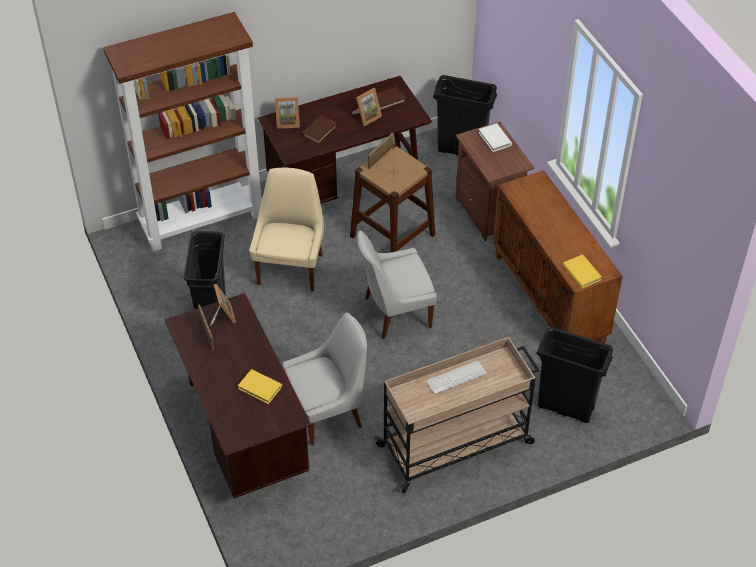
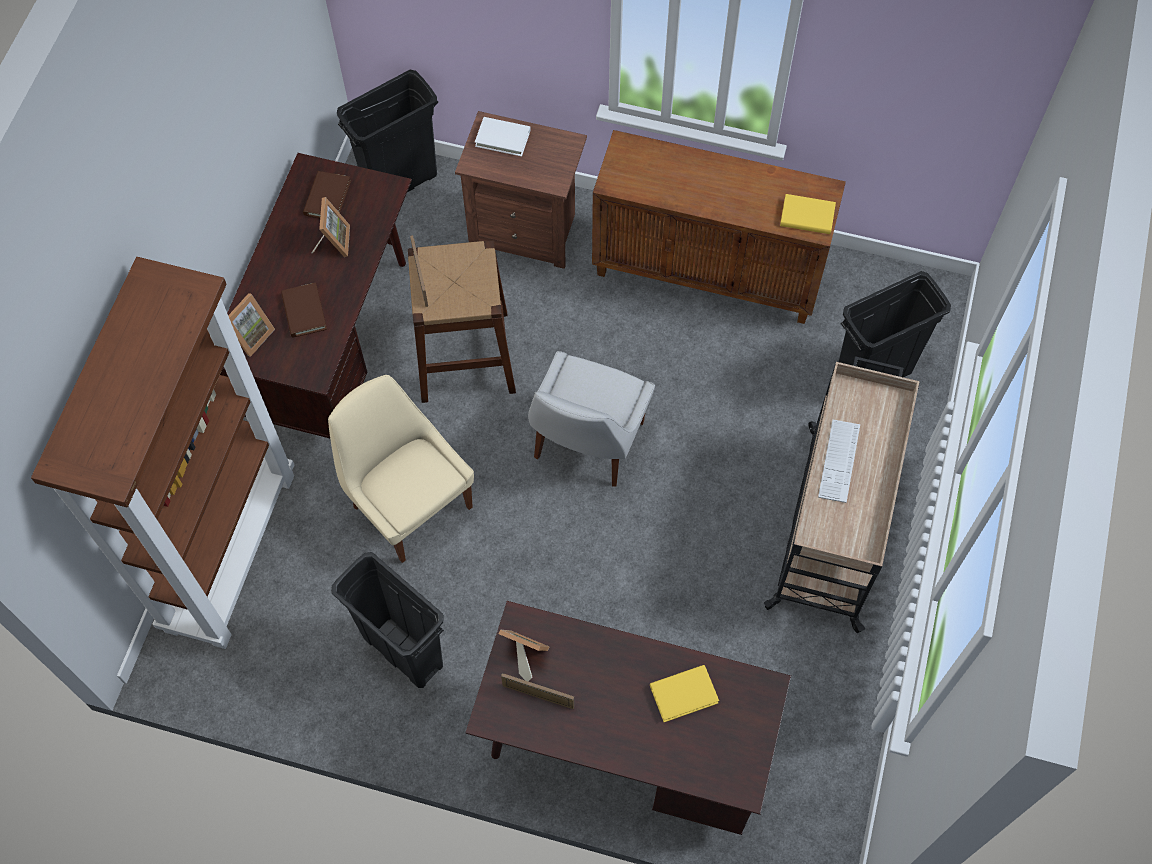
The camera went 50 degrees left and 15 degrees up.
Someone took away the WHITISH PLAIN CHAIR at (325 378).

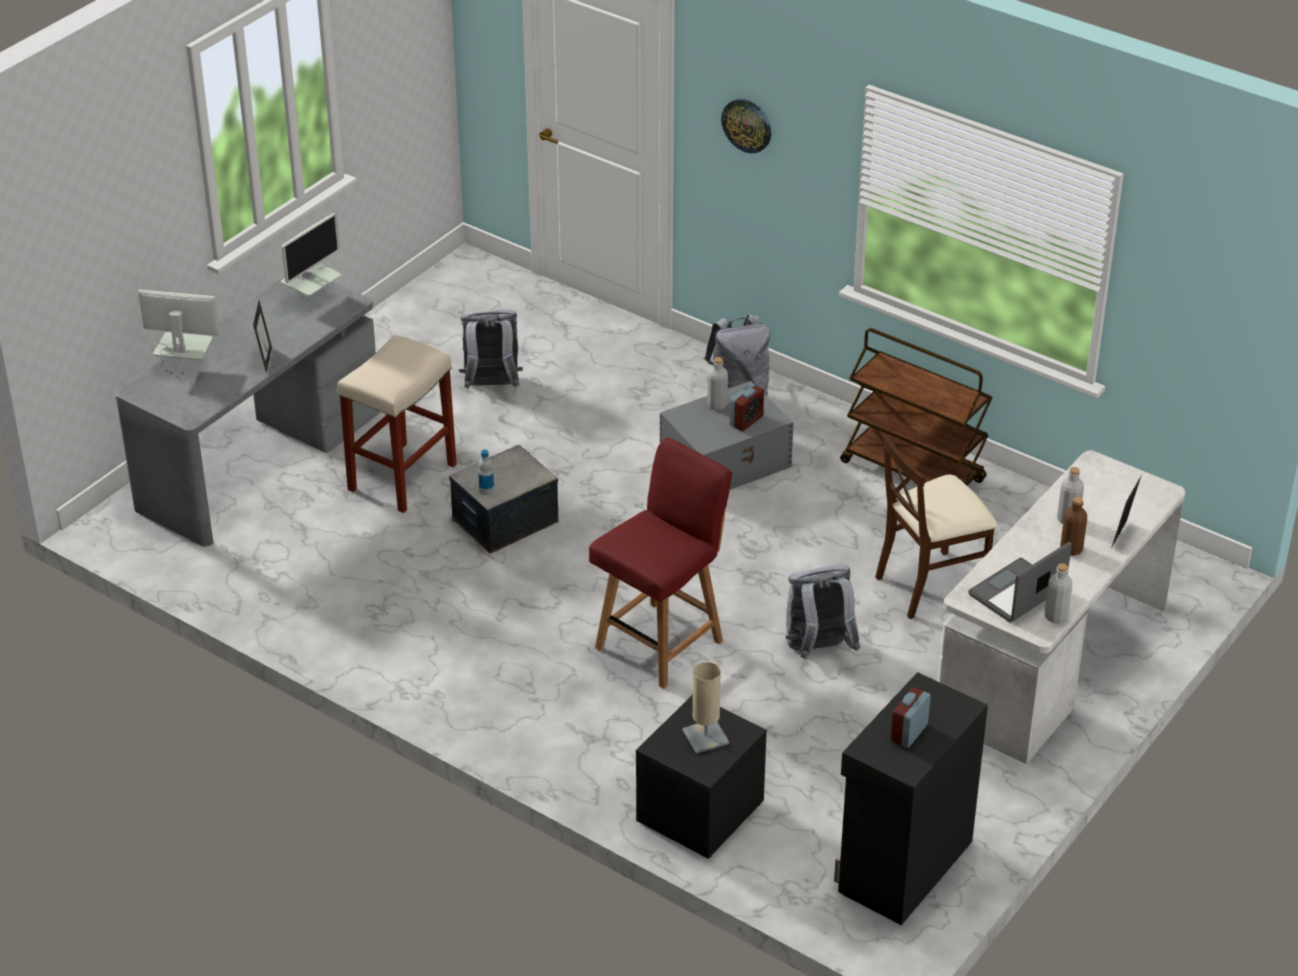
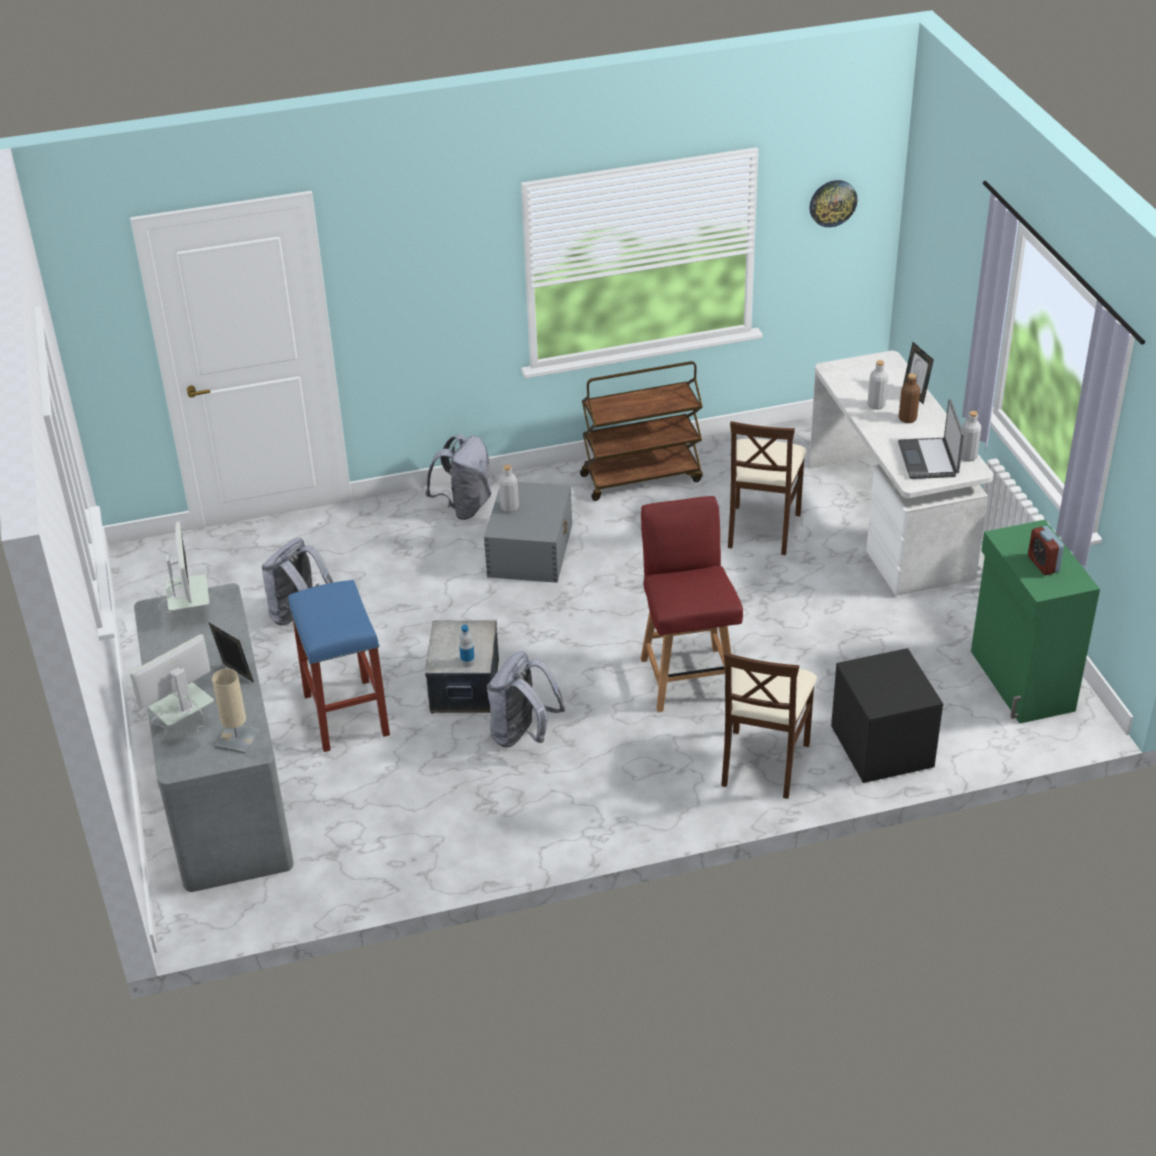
The camera went 50 degrees left and 0 degrees up.
Someone took away the ALARM CLOCK at (747 407).
Someone put down the BEIGE-COLOURED PLAIN CHAIR at (769 725).
Someone carried the BEIGE-COLOURED TABLETOP LAMP from (705 708) to (235 711).
Someone carried the WALL CLOCK from (746 126) to (834 203).
Someone carried the GREYISH KNAPSACK from (823 612) to (526 699).
Someone repainted the BEIGE-COLOURED STOOL SEAT at (397 424), which became the BLUISH STOOL SEAT at (339 666).
Someone repainted the BLACK-COLOURED CUPBOARD at (911 798), which became the GREEN-COLOURED CUPBOARD at (1035 621).

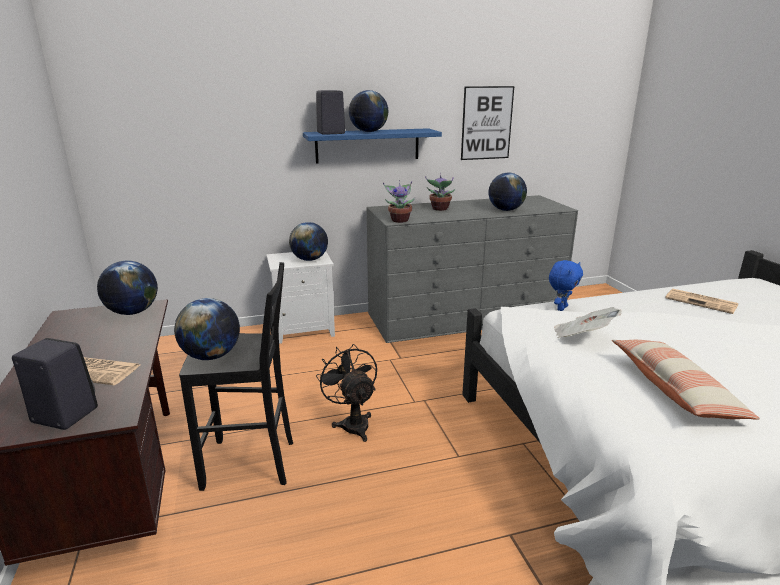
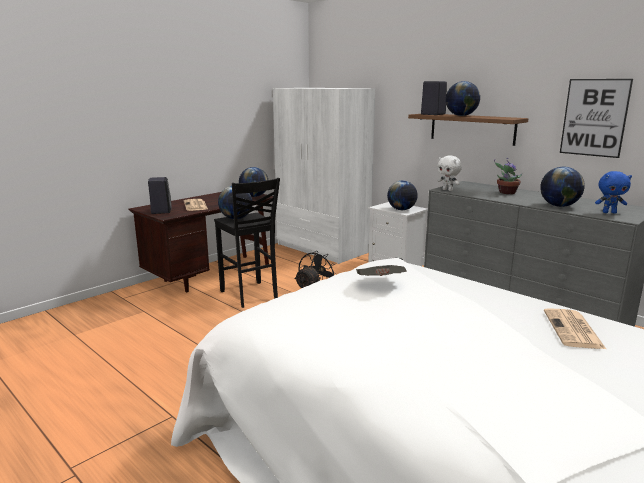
The camera went 60 degrees right and 5 degrees down.
Someone took away the CUSHION at (686 380).
Someone put down the WHITISH CLOTHES CUPBOARD at (324 176).
Someone carried the BLUISH CUDDLY TOY from (566 285) to (613 192).
Someone swapped the POTTED PLANT at (399 201) for the WHITISH CUDDLY TOY at (450 173).
Someone repainted the BLUISH BRACKET SHELF at (372 146), which became the BROWN BRACKET SHELF at (468 130).

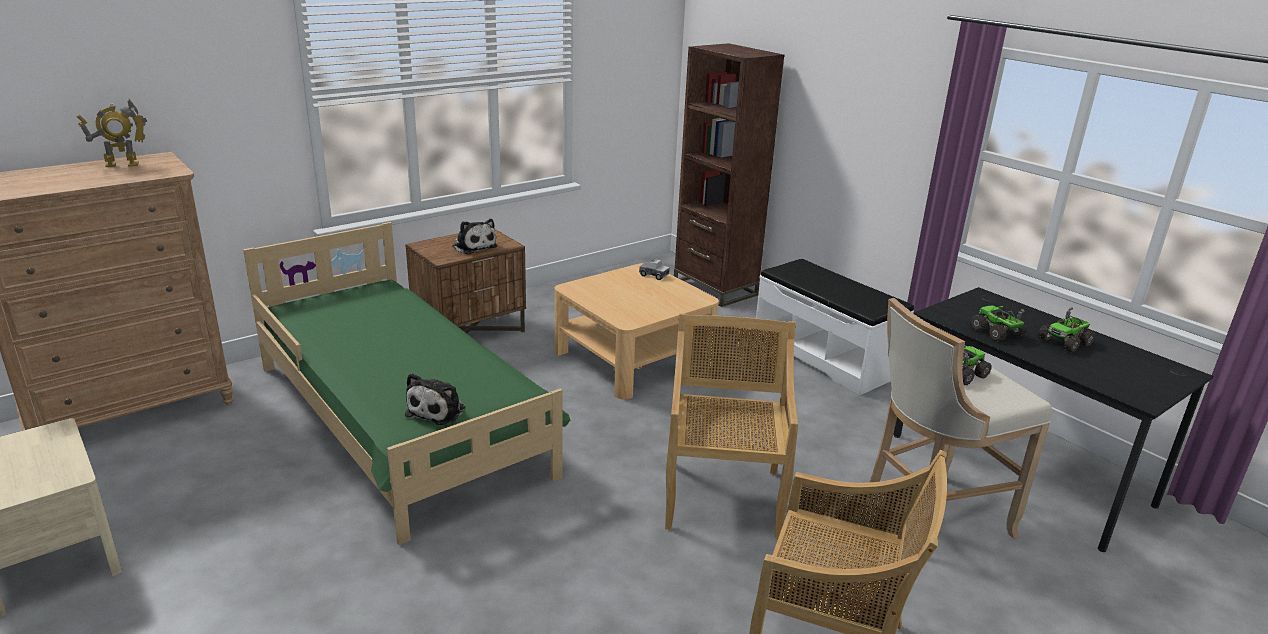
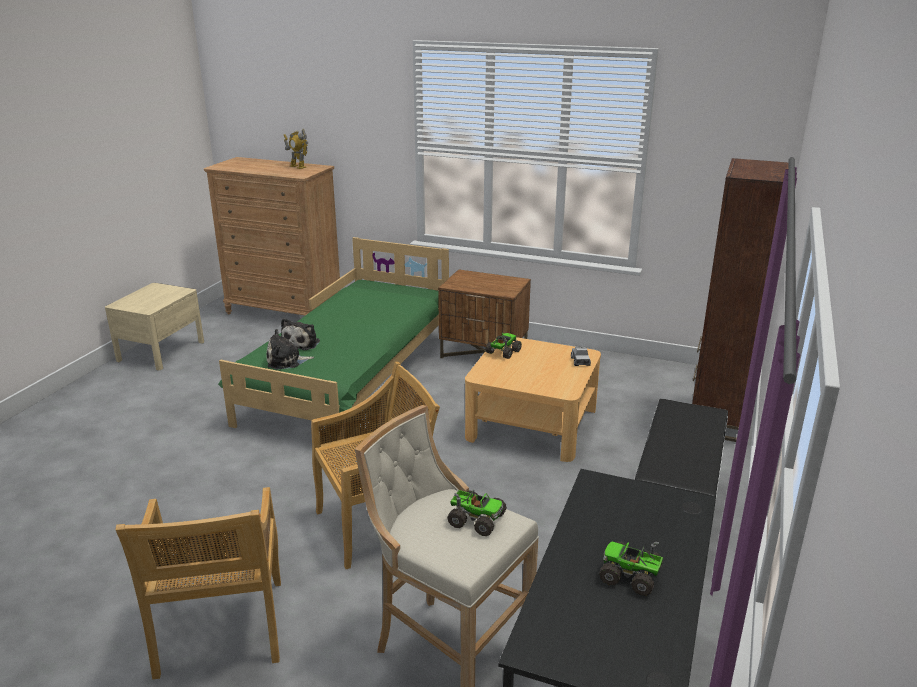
The camera went 60 degrees right and 0 degrees up.
Someone carried the CUDDLY TOY from (475 237) to (300 334).
Someone carried the TOY TRUCK from (999 323) to (503 346).

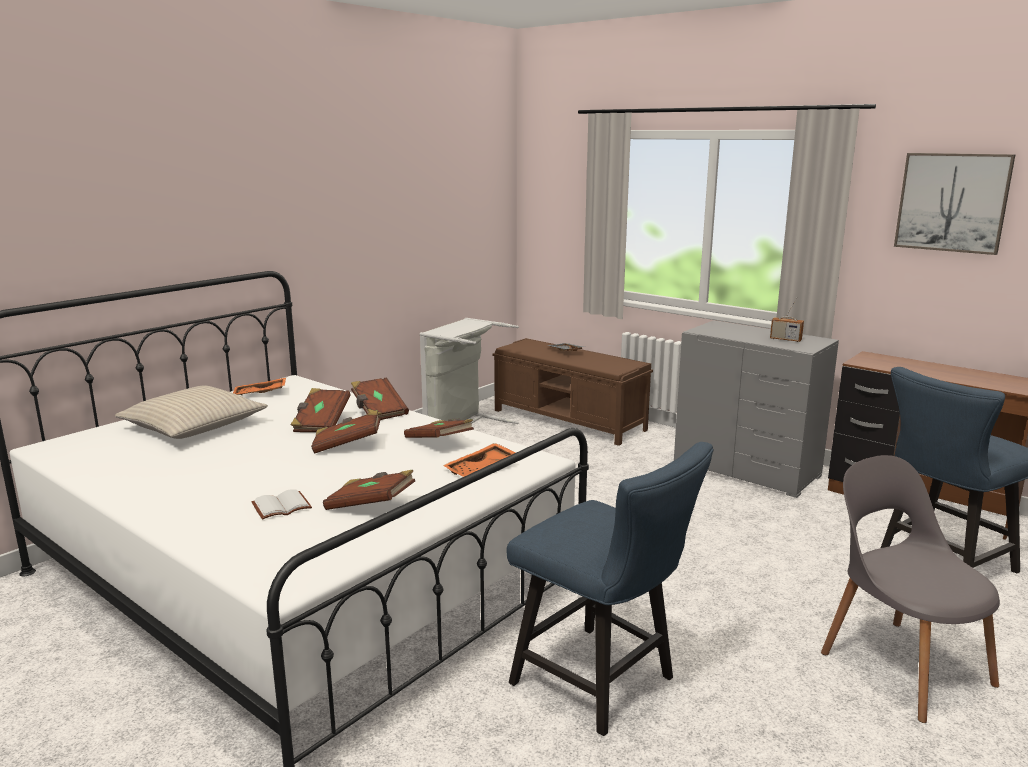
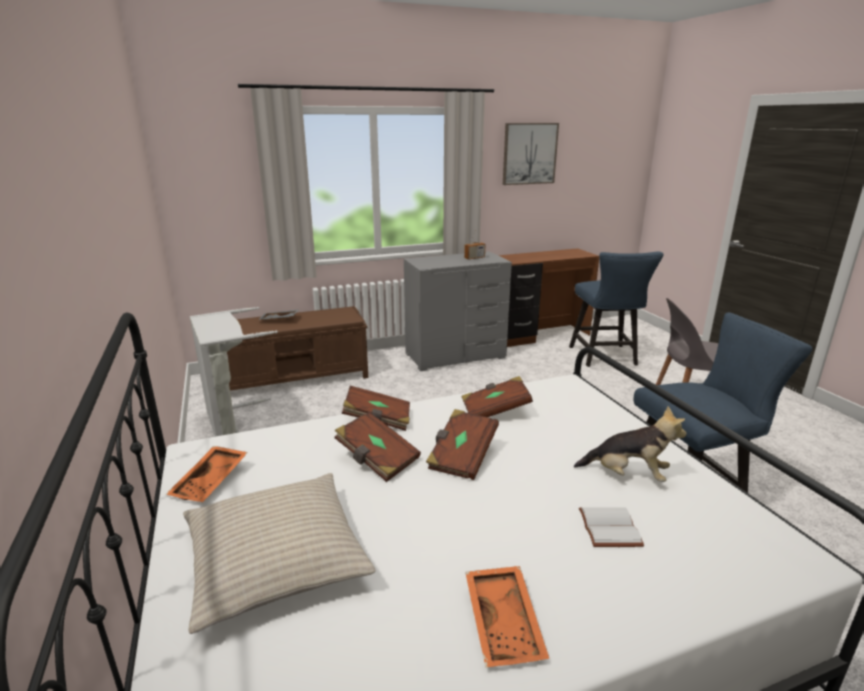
The camera went 60 degrees left and 5 degrees up.
Someone carried the ORANGE-COLOURED SERVING TRAY from (479 460) to (507 617).
Someone swapped the BROWN BOOK at (369 490) for the CUDDLY TOY at (630 444).

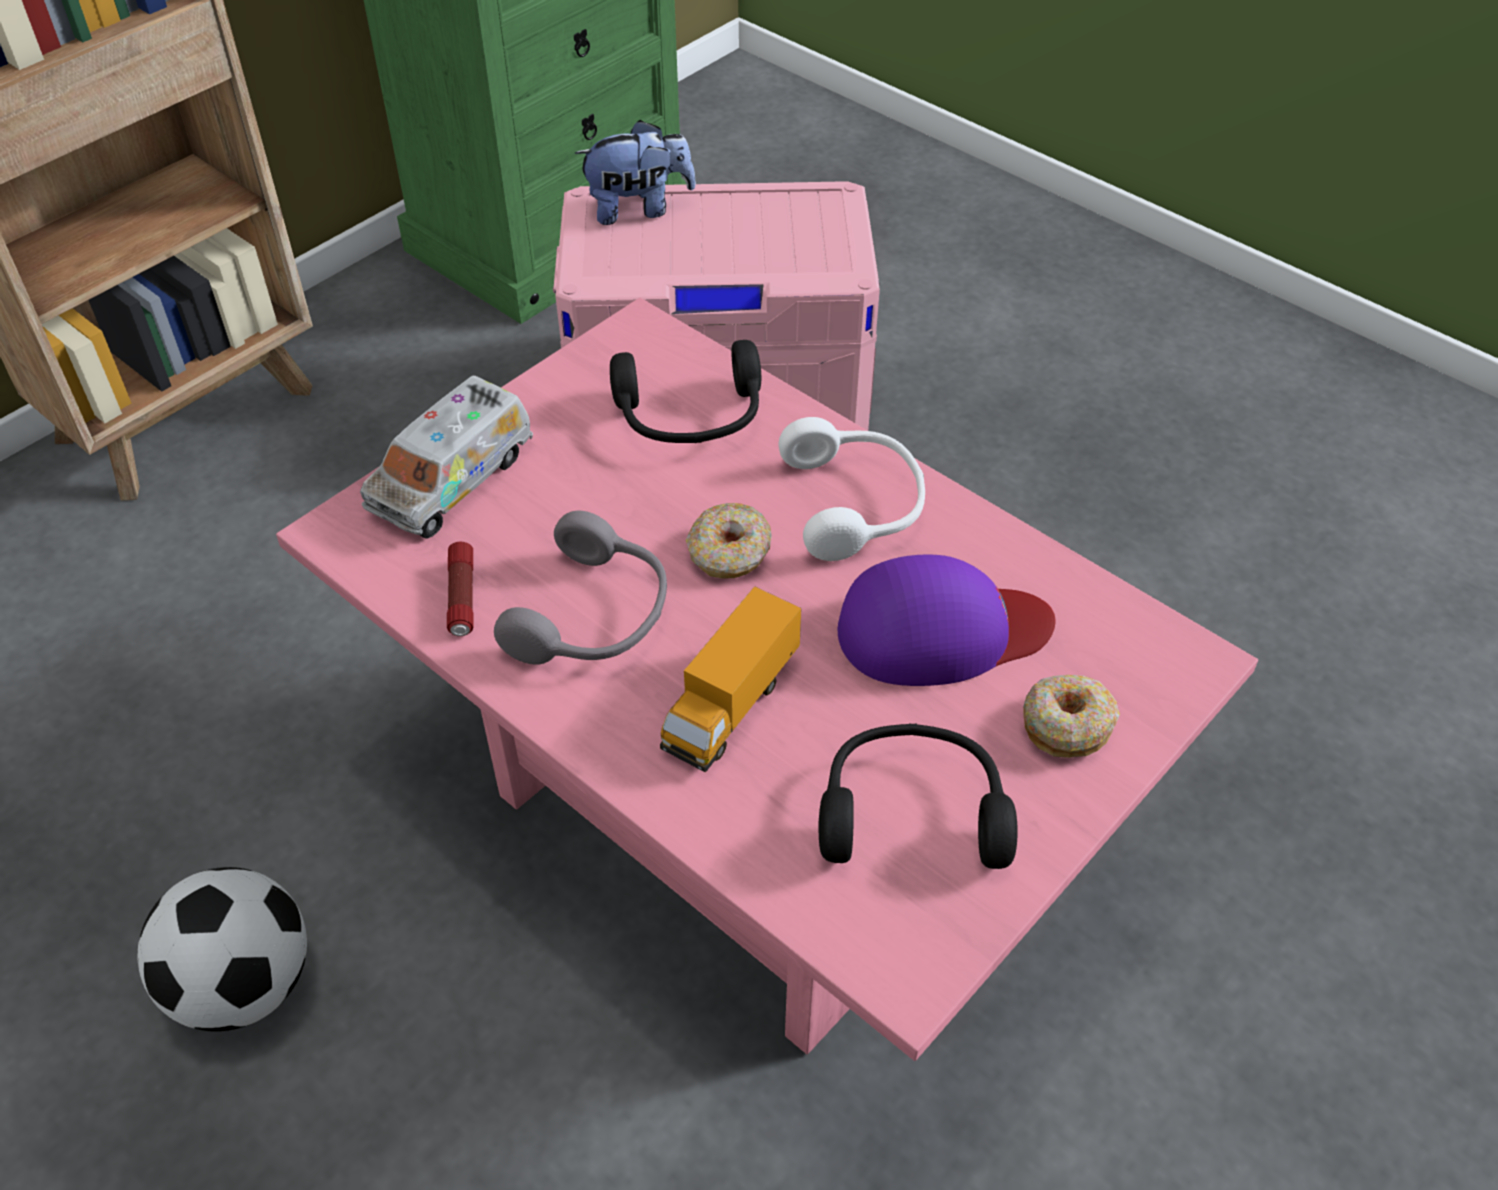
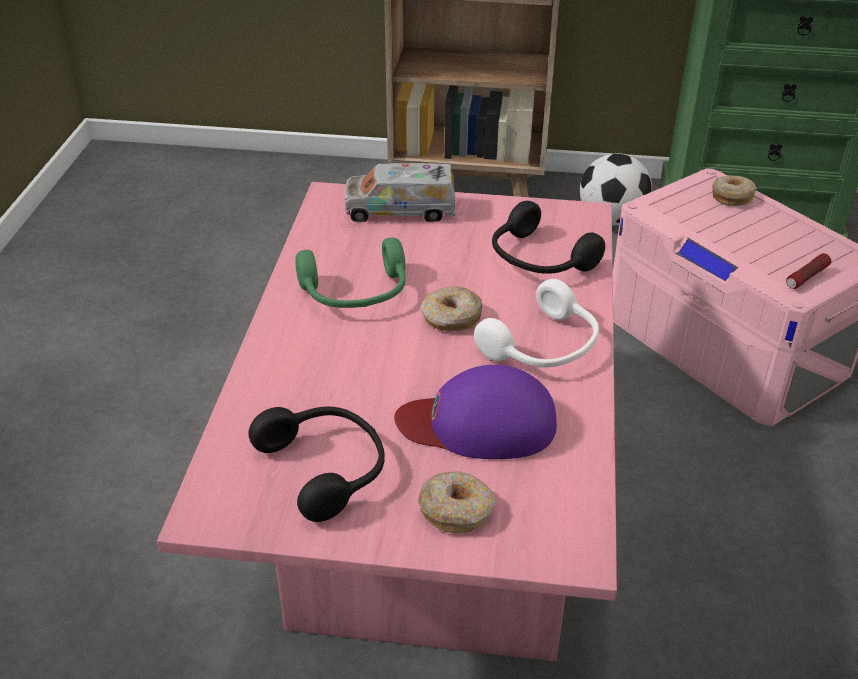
The camera went 55 degrees right and 10 degrees down.
Someone took away the TOY TRUCK at (730 679).
Someone carried the BALL FOR FOOTBALL from (222 949) to (616 189).
Someone carried the HAND TORCH from (460 589) to (808 271).
Someone swapped the CUDDLY TOY at (635 172) for the RING DOUGHNUT at (734 190).
Someone repainted the GREYISH HEADSET at (580 588), which became the GREEN-COLOURED HEADSET at (350 273).
Someone rotated the PURPLE-COLOURED BASEBALL CAP at (946 620) by 135 degrees clockwise.

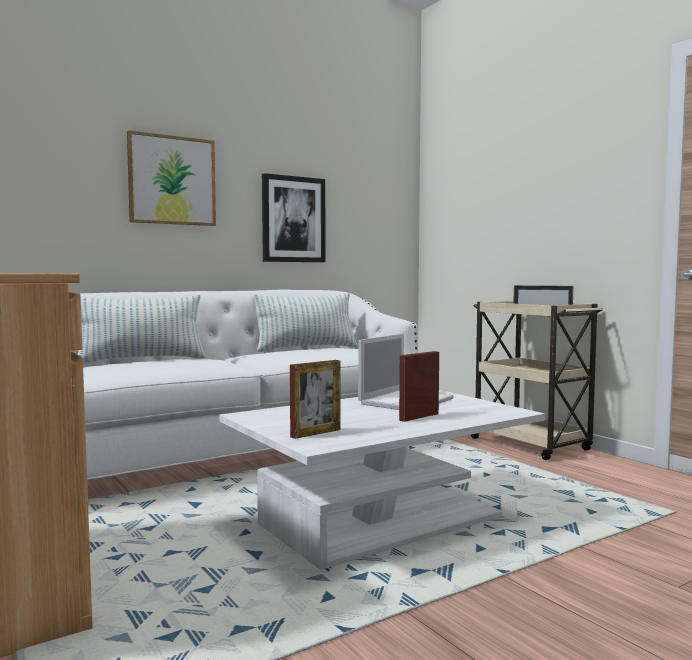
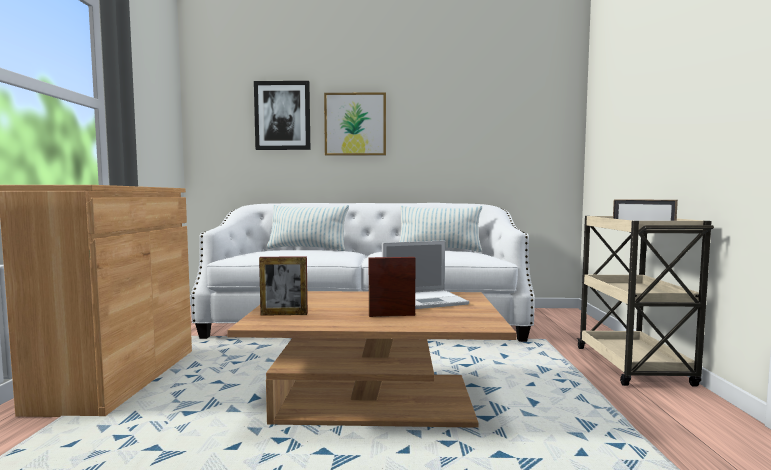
The camera went 35 degrees right and 0 degrees up.
Someone carried the PICTURE from (294 217) to (282 115).
Someone repainted the WHITISH COFFEE TABLE at (382 480), which became the BROWN COFFEE TABLE at (372 359).

